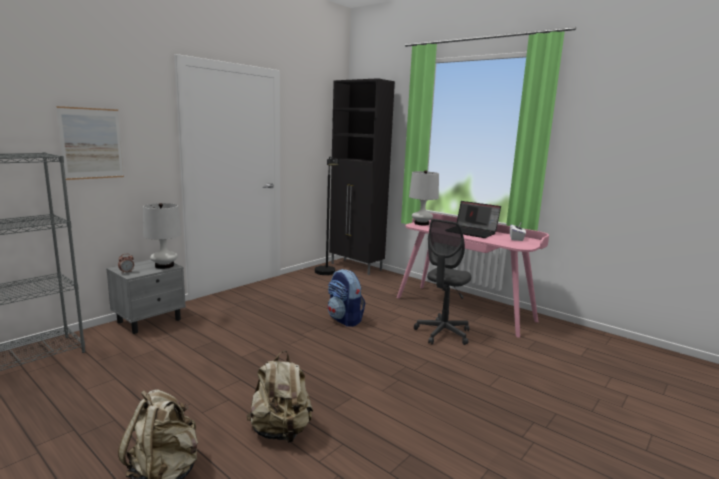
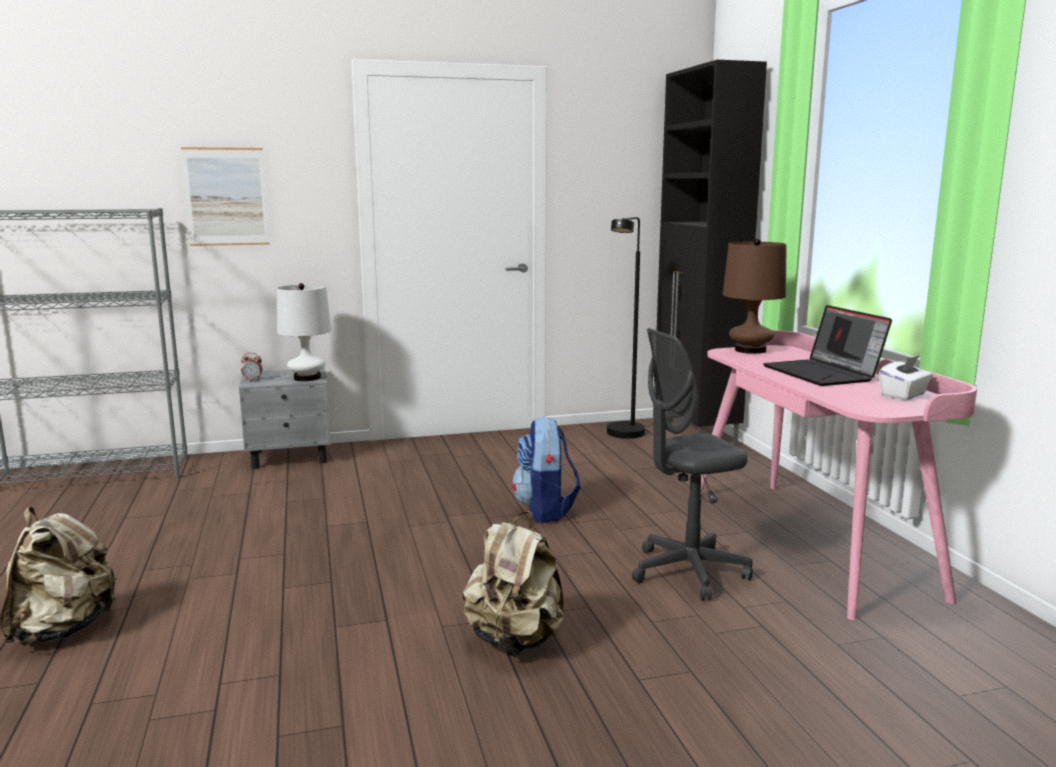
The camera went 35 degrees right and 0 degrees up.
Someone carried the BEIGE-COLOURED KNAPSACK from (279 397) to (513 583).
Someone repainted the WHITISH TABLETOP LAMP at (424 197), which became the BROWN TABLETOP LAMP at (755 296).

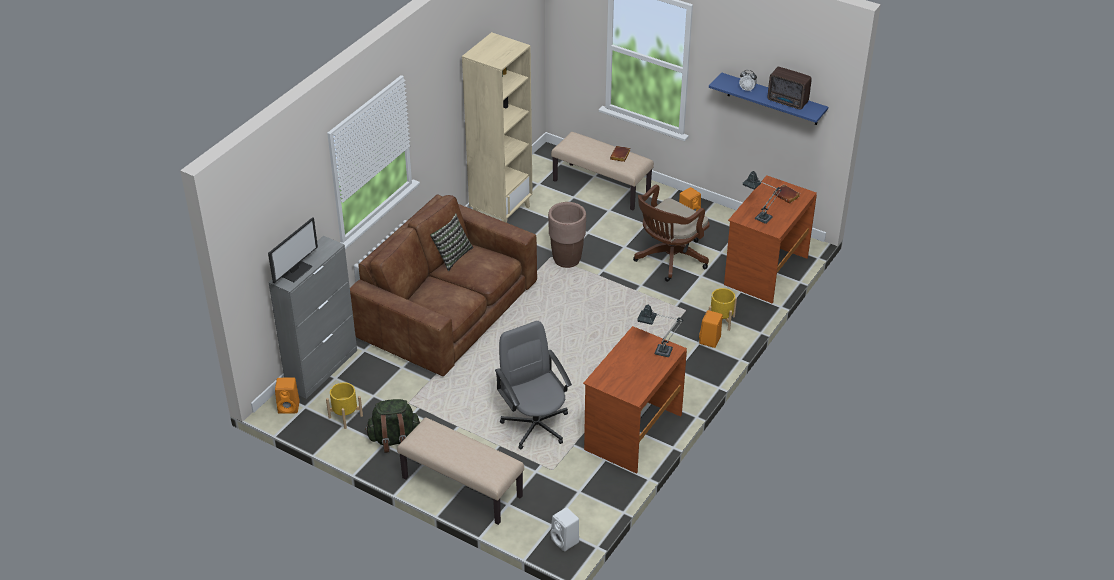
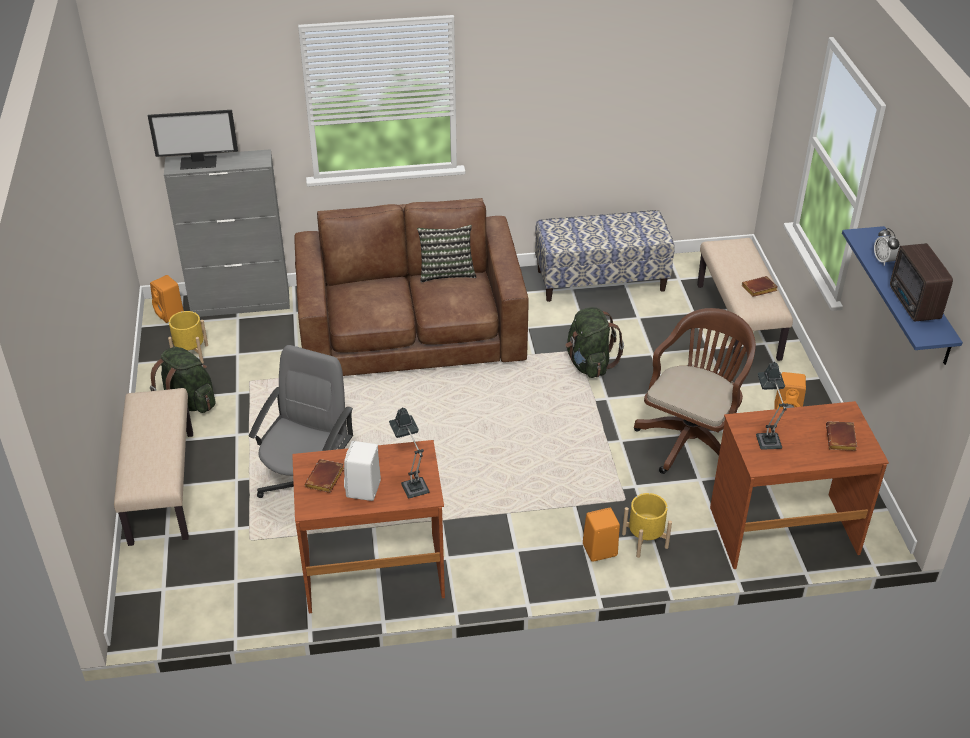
The camera went 50 degrees right and 0 degrees up.
Someone put down the BROWN BOOK at (324 476).
Someone carried the WHITISH AUDIO SPEAKER from (564 529) to (362 471).
Someone swapped the BEIGE-COLOURED BOOKCASE at (497 127) for the LONG SEAT at (605 256).
Someone swapped the BROWN PLANTER at (567 235) for the GREEN-COLOURED KNAPSACK at (594 342).
Someone rotated the BROWN DESK CHAIR at (671 233) by 120 degrees clockwise.

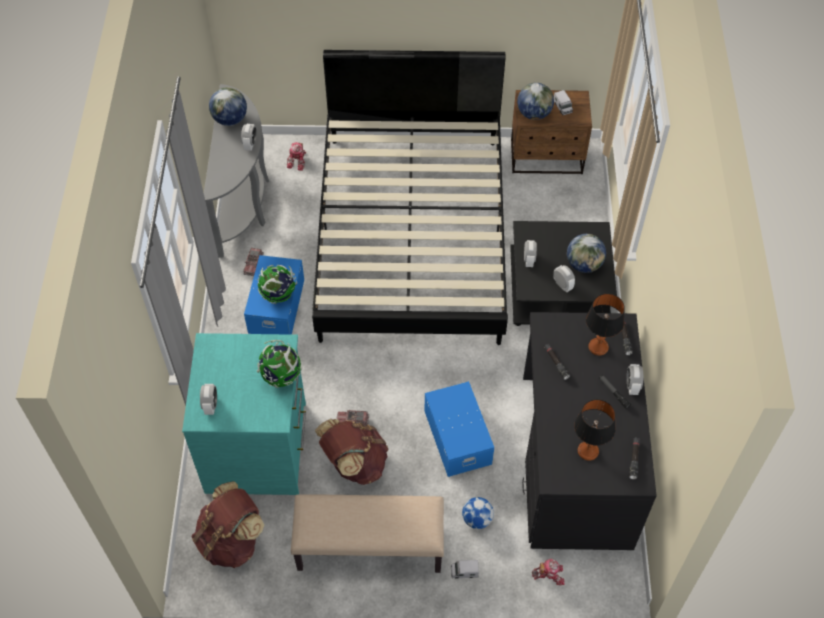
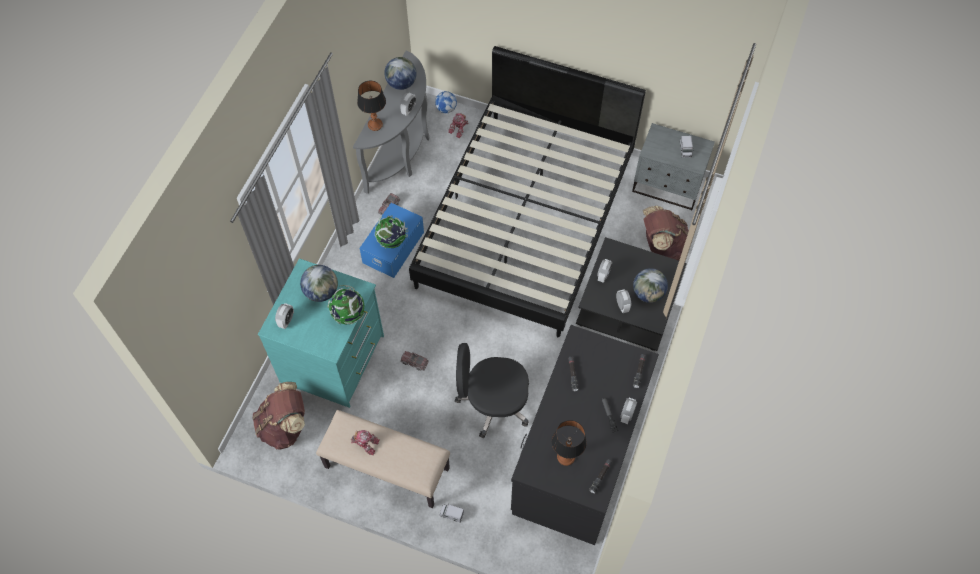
The camera went 20 degrees right and 5 degrees up.
Someone carried the BROWN KNAPSACK from (352 452) to (666 233).
Someone carried the BALL FOR FOOTBALL from (478 513) to (446 102).
Someone carried the WORLD GLOBE from (535 101) to (319 283).
Someone carried the MODEL ROBOT from (548 572) to (365 442).
Someone carried the TABLETOP LAMP from (605 325) to (371 106).
Someone swapped the BLUISH STORAGE BIN at (459 429) for the BLACK-COLOURED DESK CHAIR at (492 390).
Someone repainted the BROWN NIGHT TABLE at (551 132), which became the GREYISH NIGHT TABLE at (673 166).

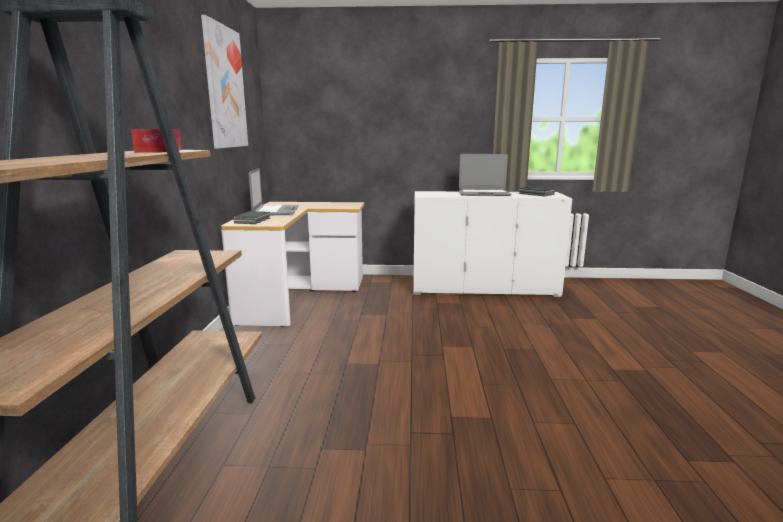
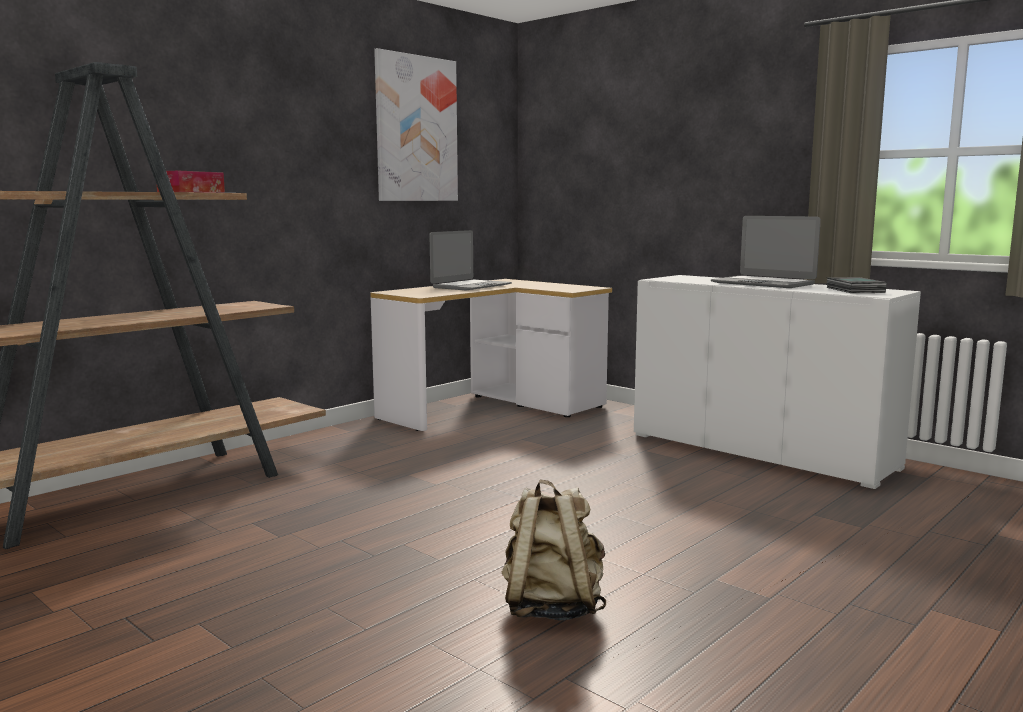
The camera went 40 degrees right and 5 degrees down.
Someone took away the BOOK at (251 217).
Someone put down the BEIGE-COLOURED KNAPSACK at (554 550).

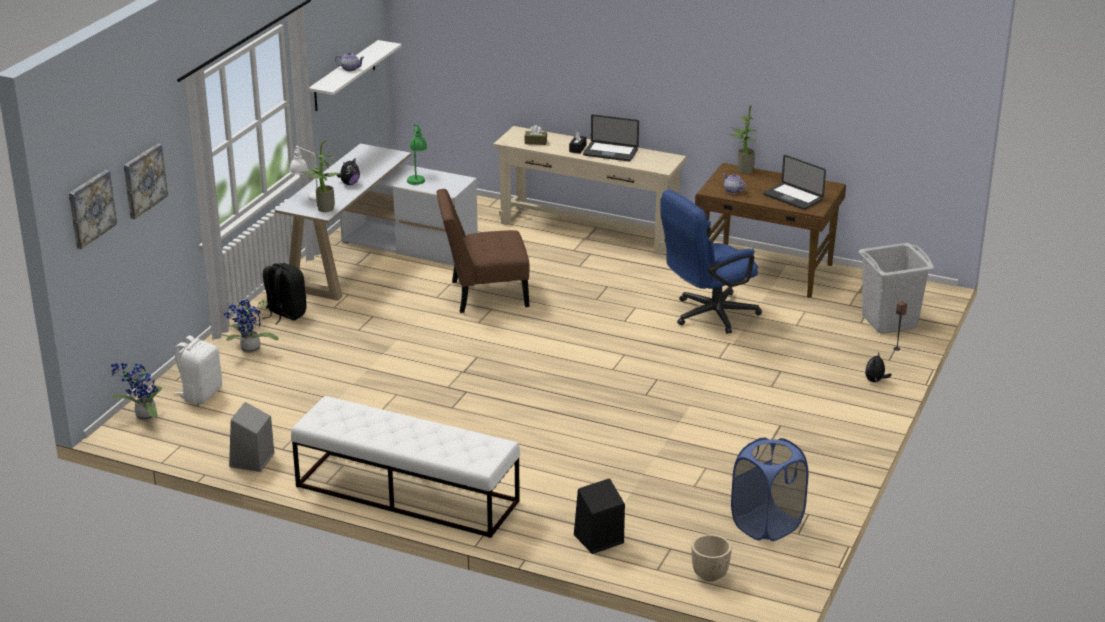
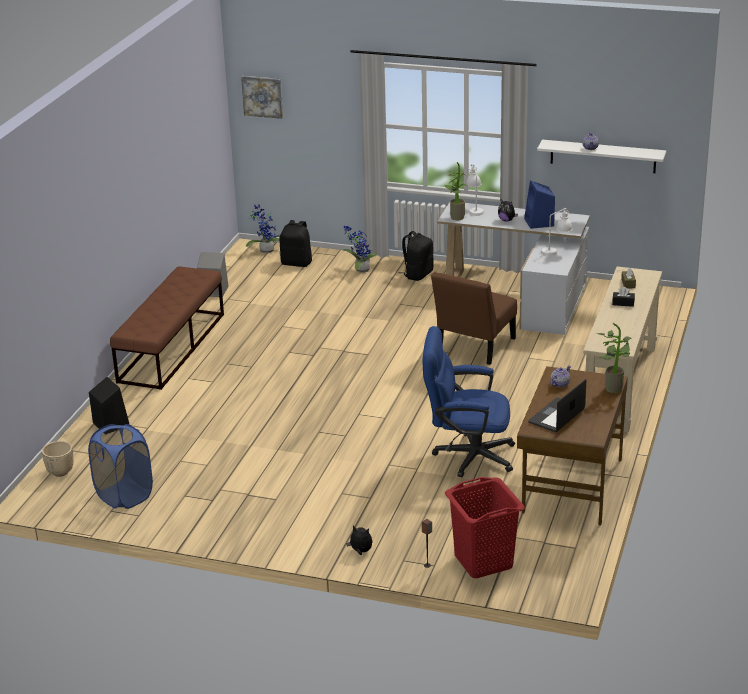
The camera went 85 degrees right and 0 degrees up.
Someone took away the PICTURE at (146 181).
Someone took away the PORTABLE COMPUTER at (611 138).
Someone put down the BLUISH AUDIO SPEAKER at (539 204).
Someone repainted the WHITISH KNAPSACK at (198 370), which became the BLACK-COLOURED KNAPSACK at (295 243).
Someone repainted the WHITISH LONG SEAT at (405 467), which became the BROWN LONG SEAT at (167 328).
Someone repainted the GREEN-COLOURED TABLETOP LAMP at (417 154), which became the WHITISH TABLETOP LAMP at (556 231).
Someone repainted the GREYISH WASHING BASKET at (896 288), which became the REDDISH WASHING BASKET at (485 527).
Someone rotated the BROWN PLAIN CHAIR at (483 251) by 135 degrees counterclockwise.
Someone rotated the BLUISH DESK CHAIR at (711 262) by 45 degrees counterclockwise.

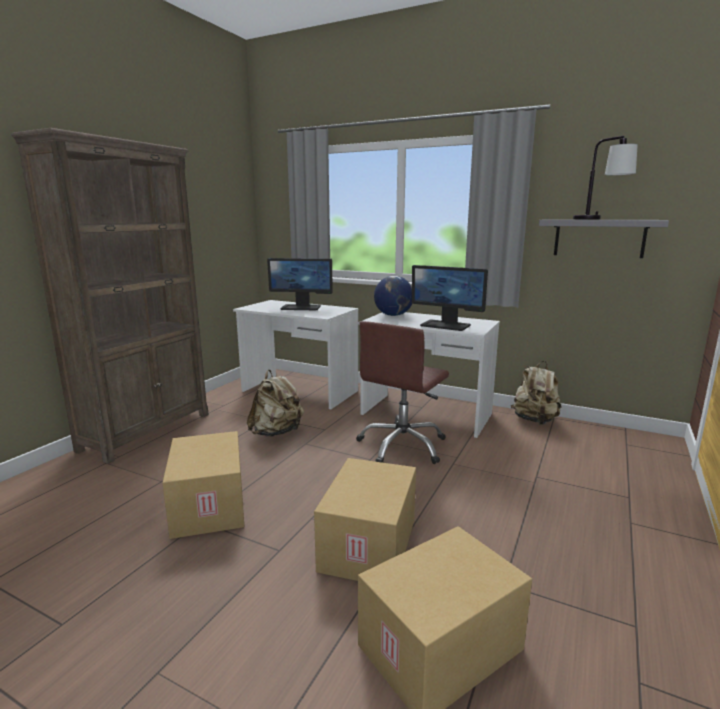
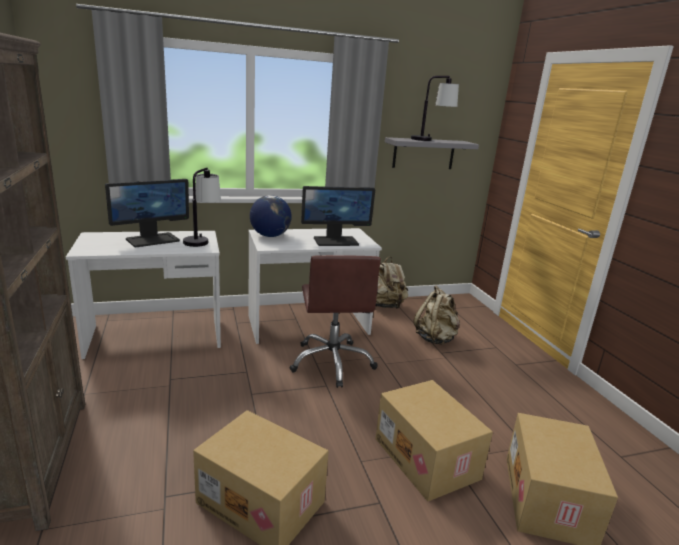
The camera went 45 degrees left and 5 degrees up.
Someone put down the TABLETOP LAMP at (202 207).
Someone carried the BEIGE-COLOURED KNAPSACK from (275 403) to (437 315).

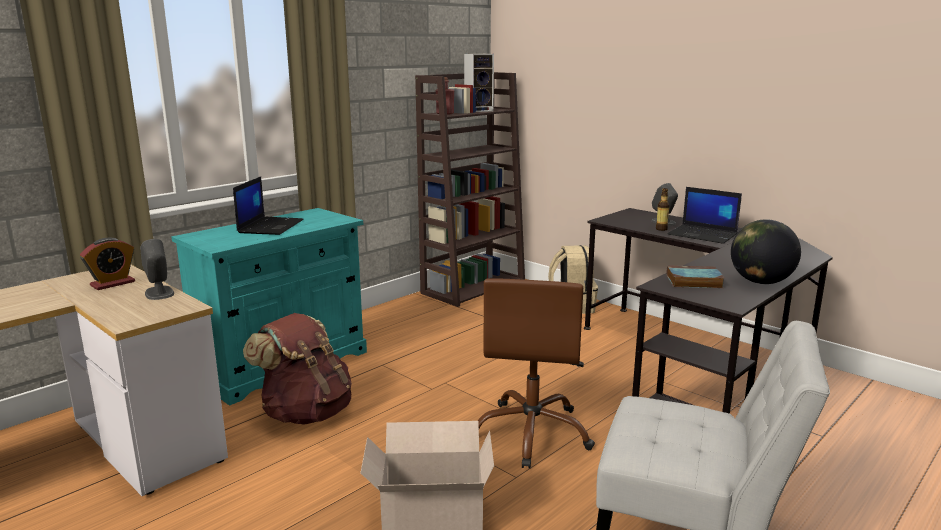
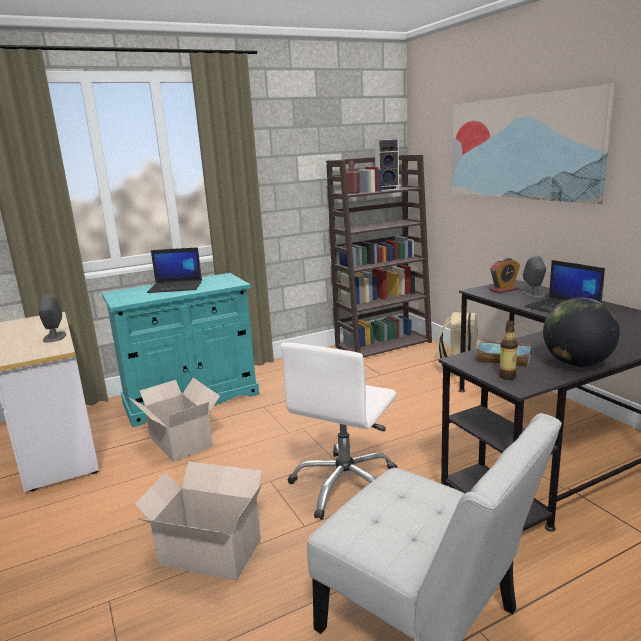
The camera went 20 degrees right and 0 degrees up.
Someone put up the PICTURE at (533 144).
Someone carried the ALARM CLOCK from (107 264) to (505 275).
Someone carried the BEVERAGE BOTTLE from (663 209) to (508 350).
Someone swapped the BROWN KNAPSACK at (297 369) for the CARTON at (174 420).
Someone repainted the BROWN DESK CHAIR at (536 373), which became the WHITISH DESK CHAIR at (339 431).
Someone rotated the PORTABLE COMPUTER at (268 205) by 60 degrees clockwise.

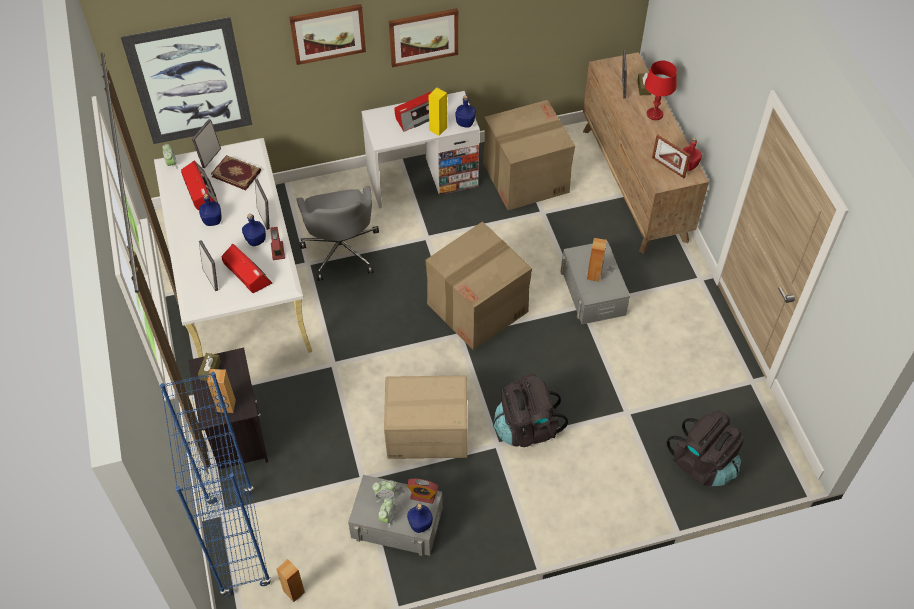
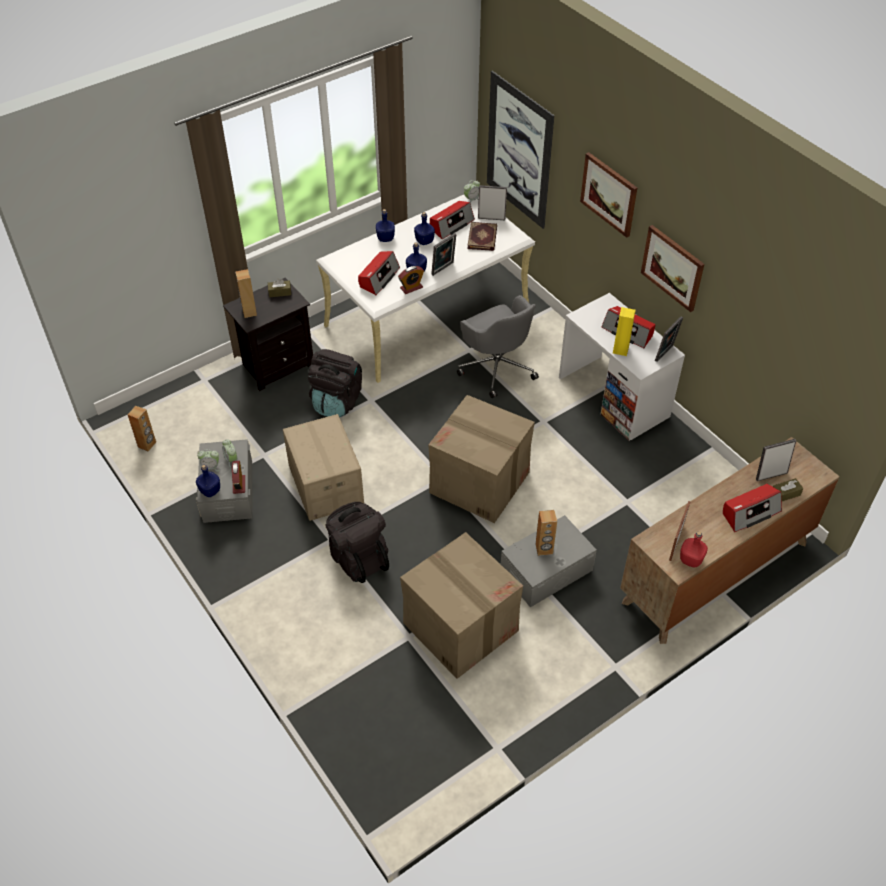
The camera went 70 degrees right and 5 degrees down.
Someone took away the BLUISH BOOKCASE at (215 484).
Someone carried the PICTURE FRAME from (208 265) to (669 339).
Someone carried the BLUISH BEVERAGE BOTTLE from (465 111) to (385 225).
Someone carried the CARTON from (529 155) to (461 605).
Someone carried the BLACK-COLOURED KNAPSACK from (705 448) to (335 383).
Someone swapped the REDDISH TABLETOP LAMP at (661 90) for the RADIO at (752 508).
Someone rotated the GREYISH DESK CHAIR at (338 233) by 90 degrees counterclockwise.

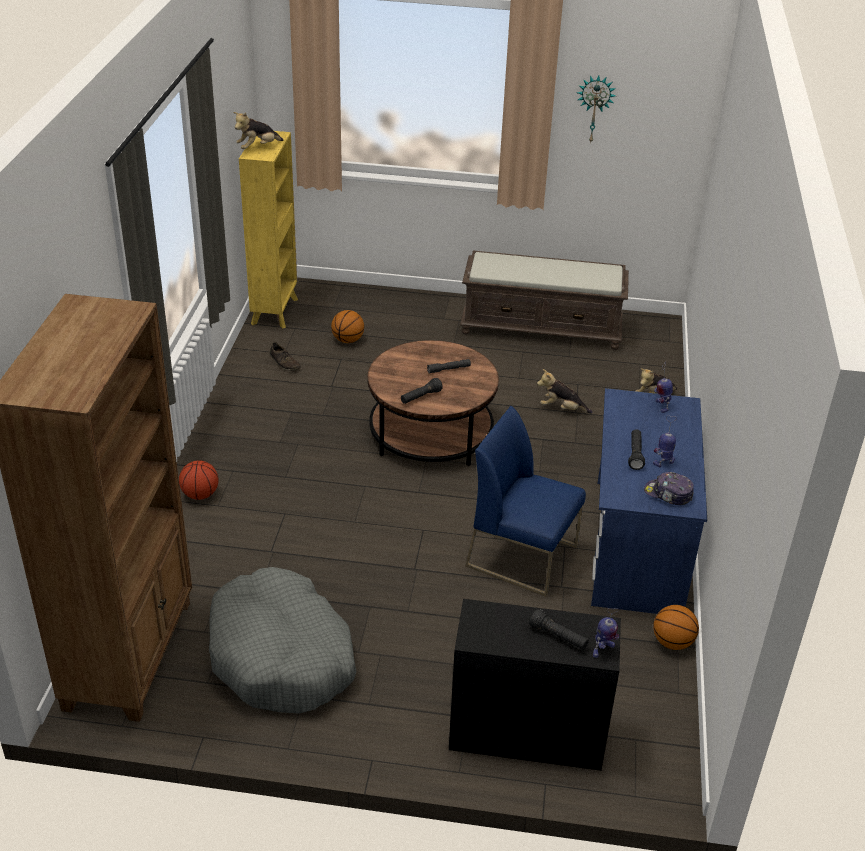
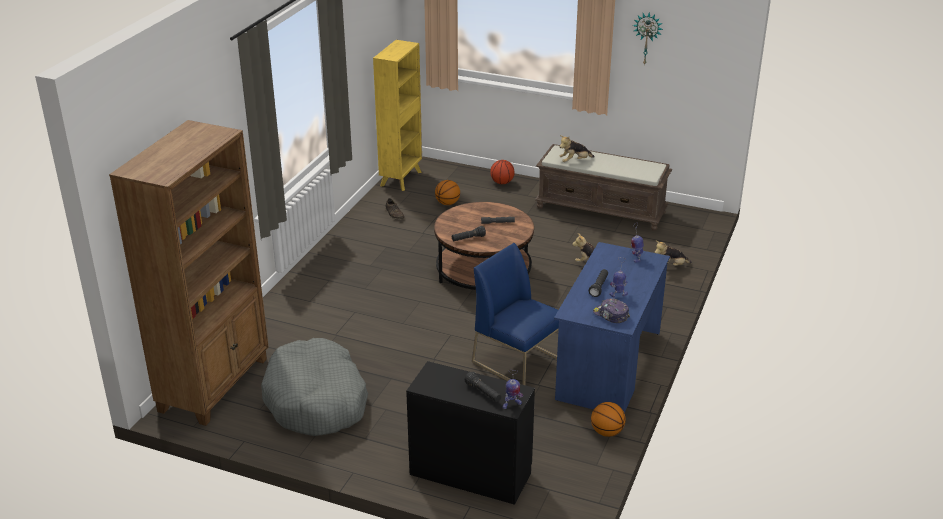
The camera went 15 degrees right and 5 degrees down.
Someone carried the BASKETBALL BALL from (199 480) to (502 172).
Someone carried the CUDDLY TOY from (258 130) to (577 148).

